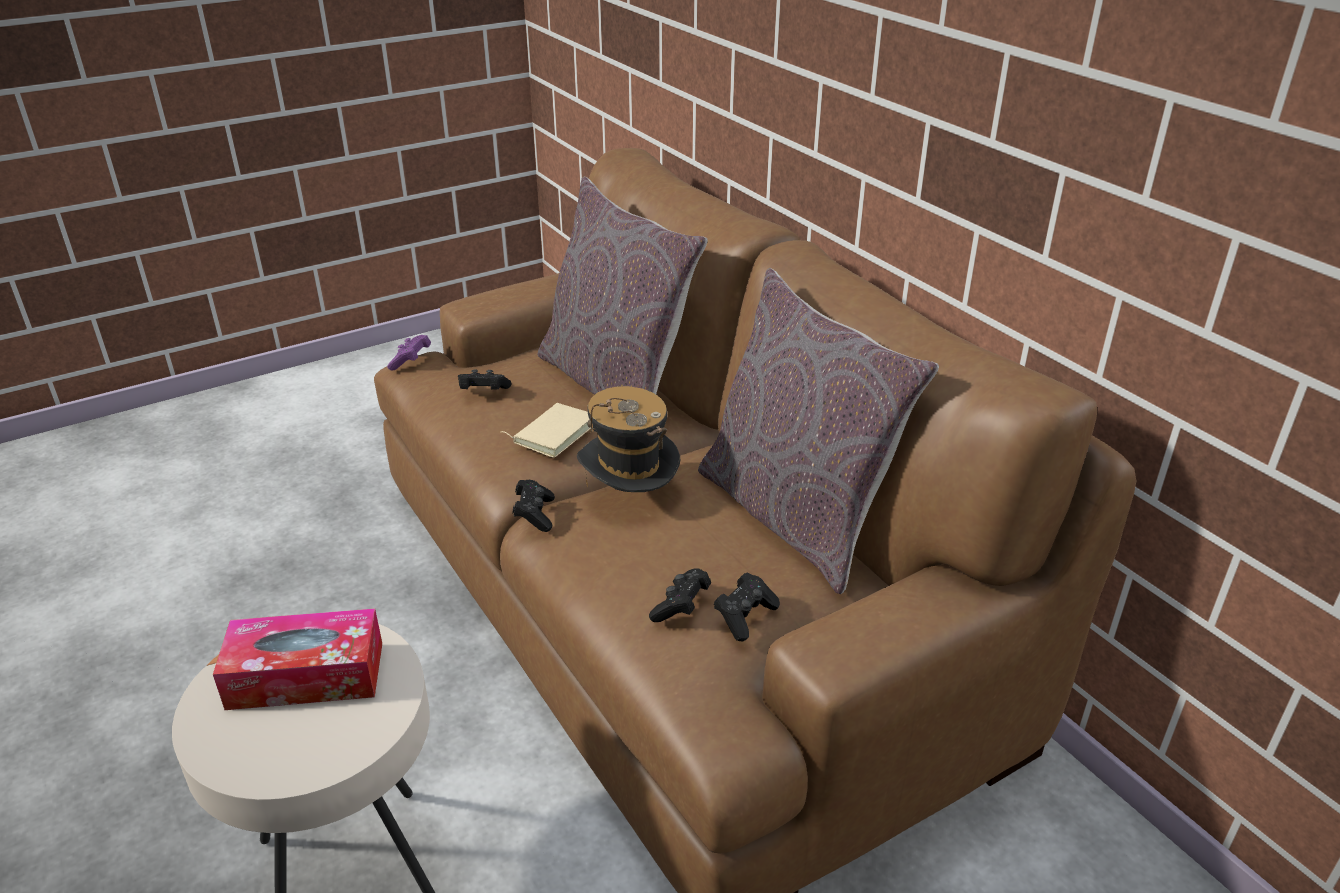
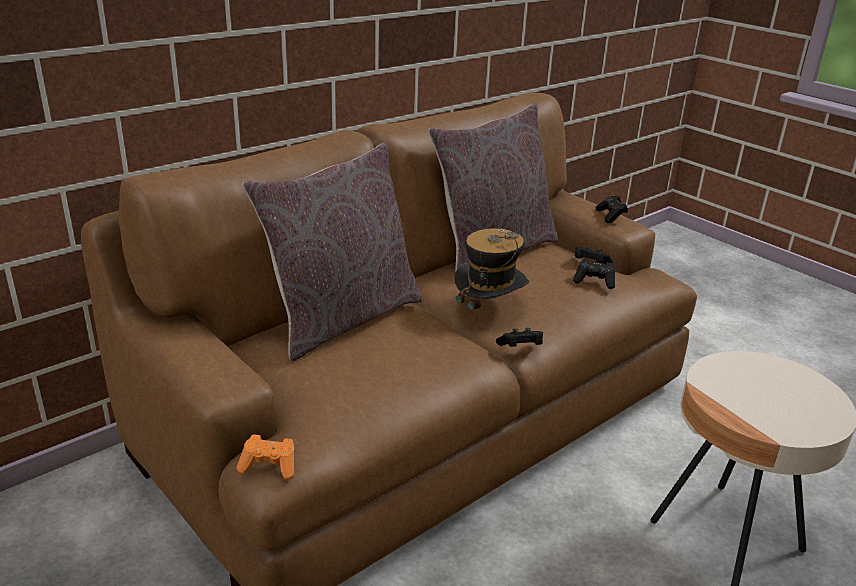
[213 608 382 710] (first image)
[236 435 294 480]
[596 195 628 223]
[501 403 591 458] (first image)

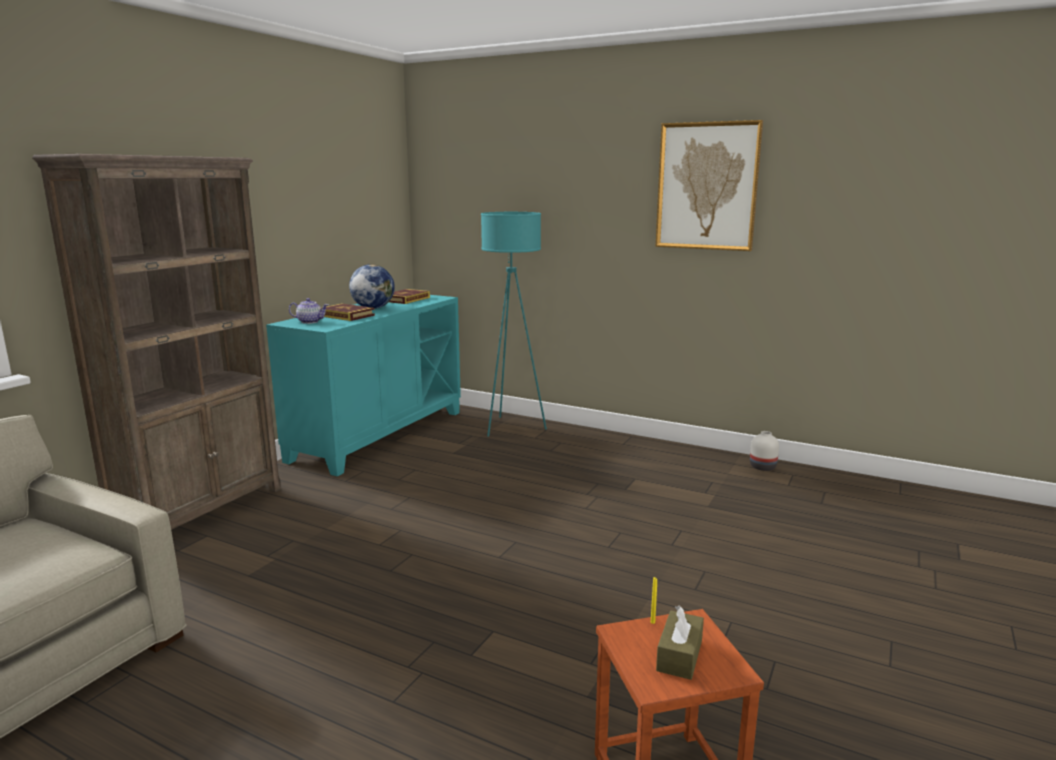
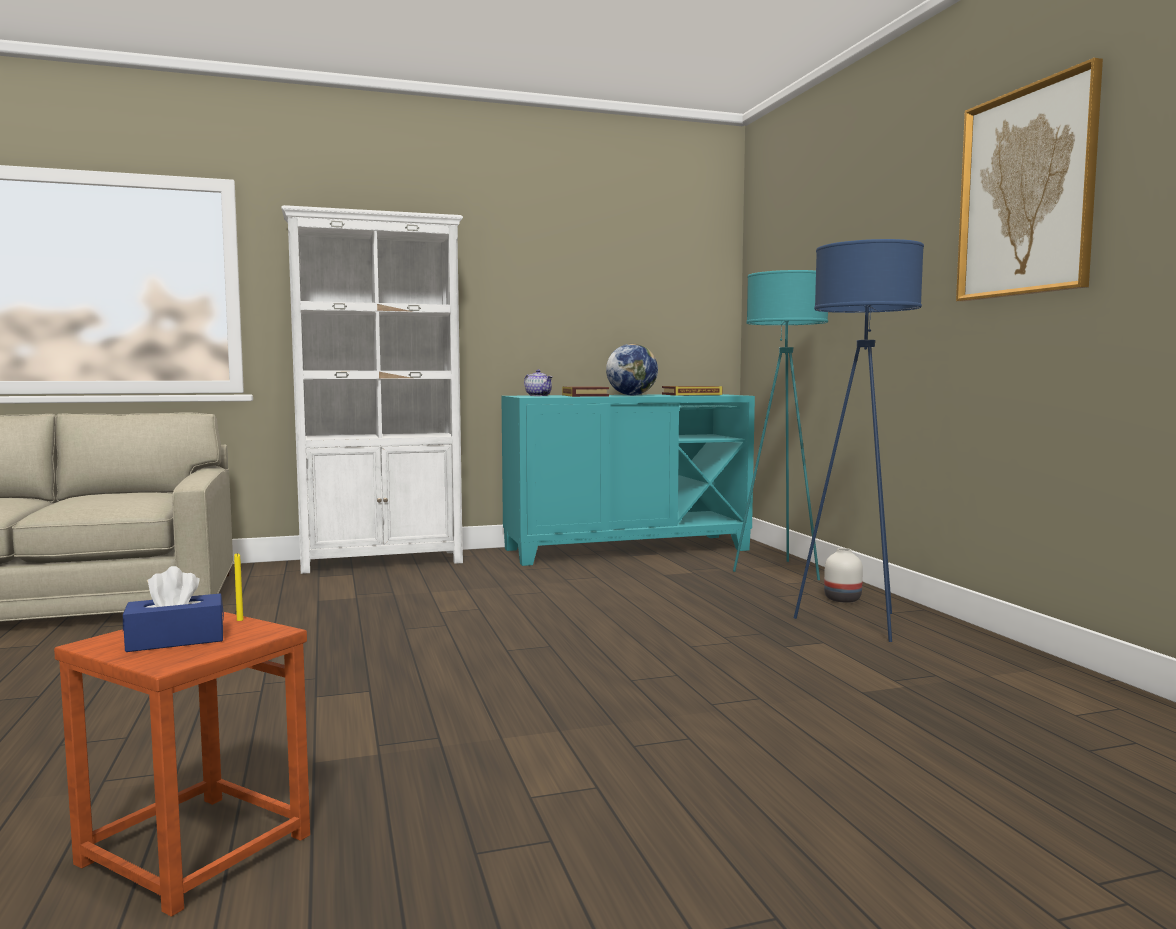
[281 205 463 574]
[123 566 224 652]
[824 548 863 603]
[794 239 924 642]

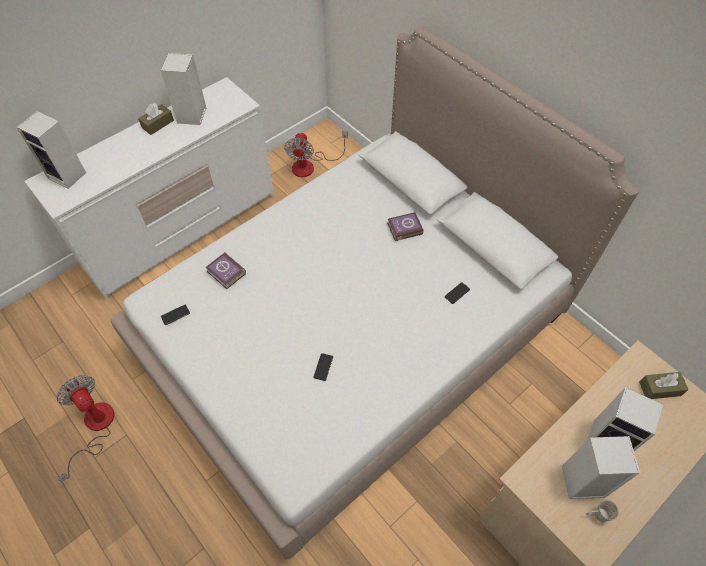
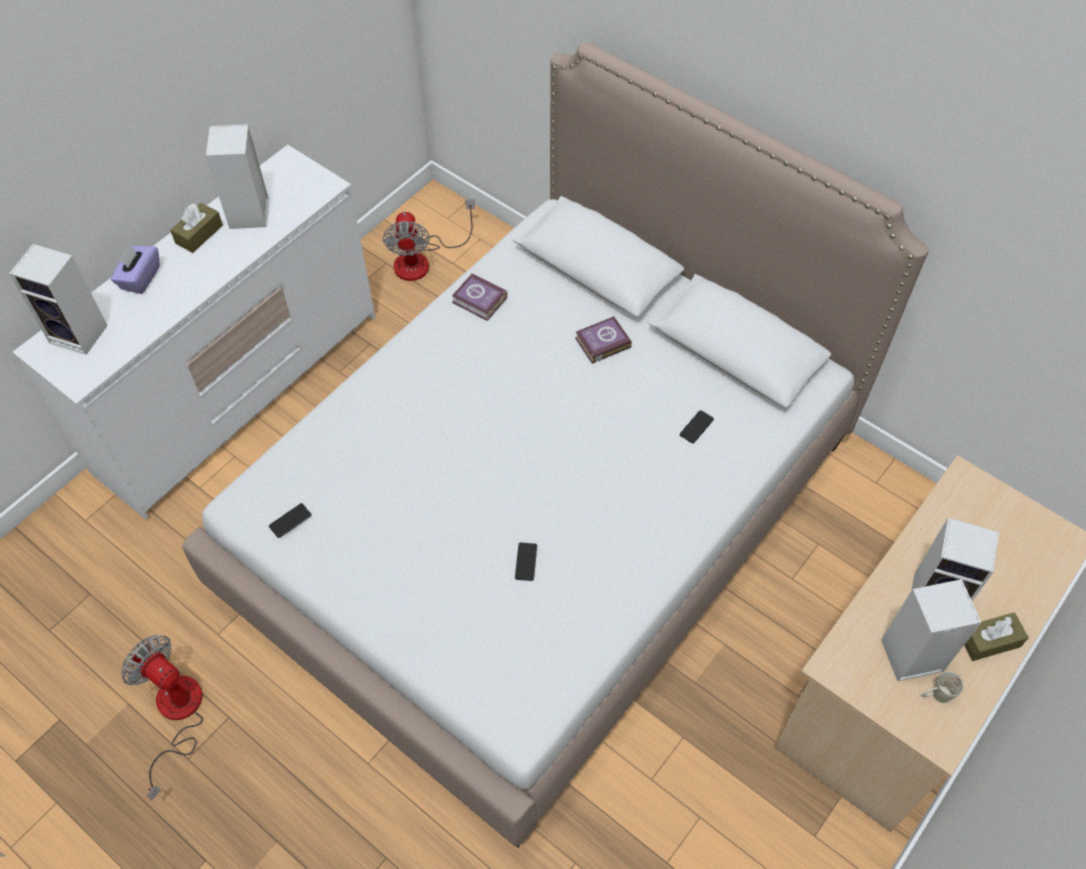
[452 273 507 321]
[964 613 1029 661]
[111 245 160 294]

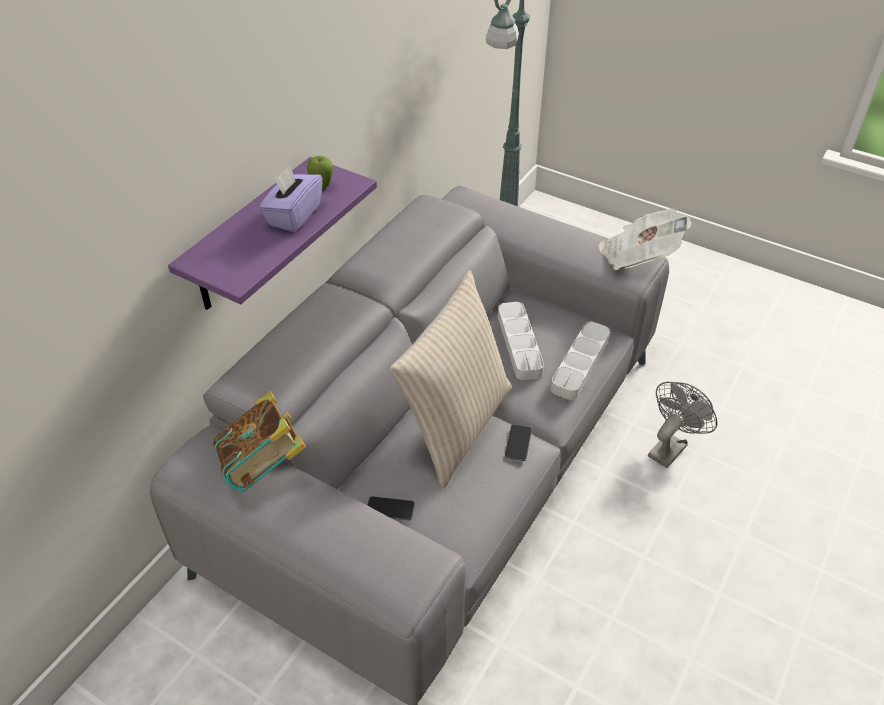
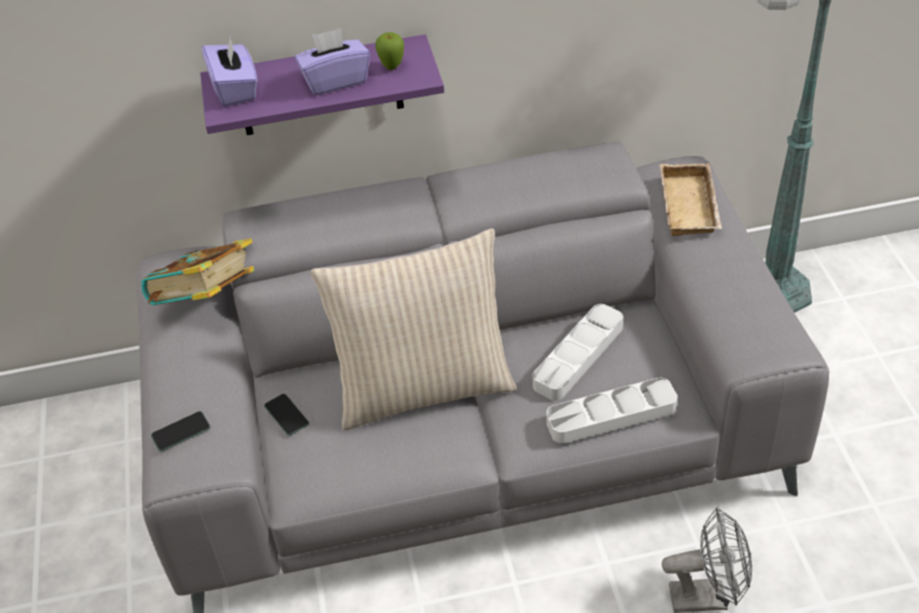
[151 411 210 452]
[598 209 692 270] (first image)
[202 39 257 107]
[660 163 722 236]

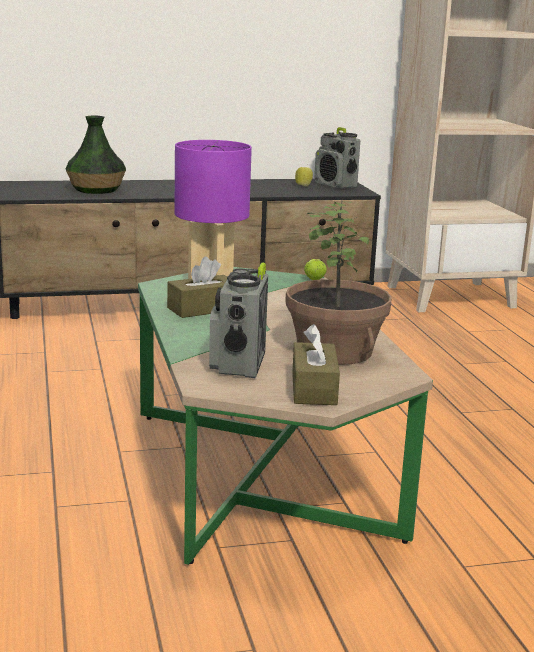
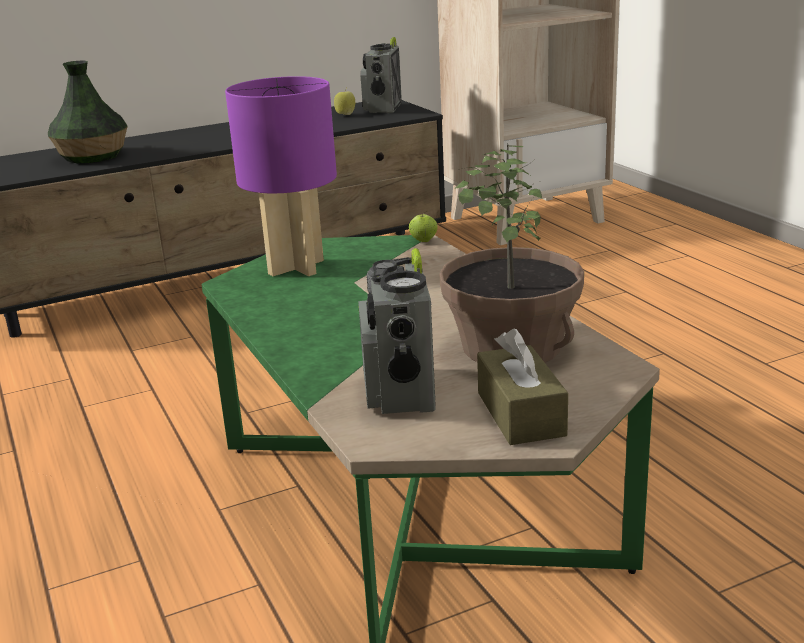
[167 257 227 318] (first image)
[361 37 402 113]

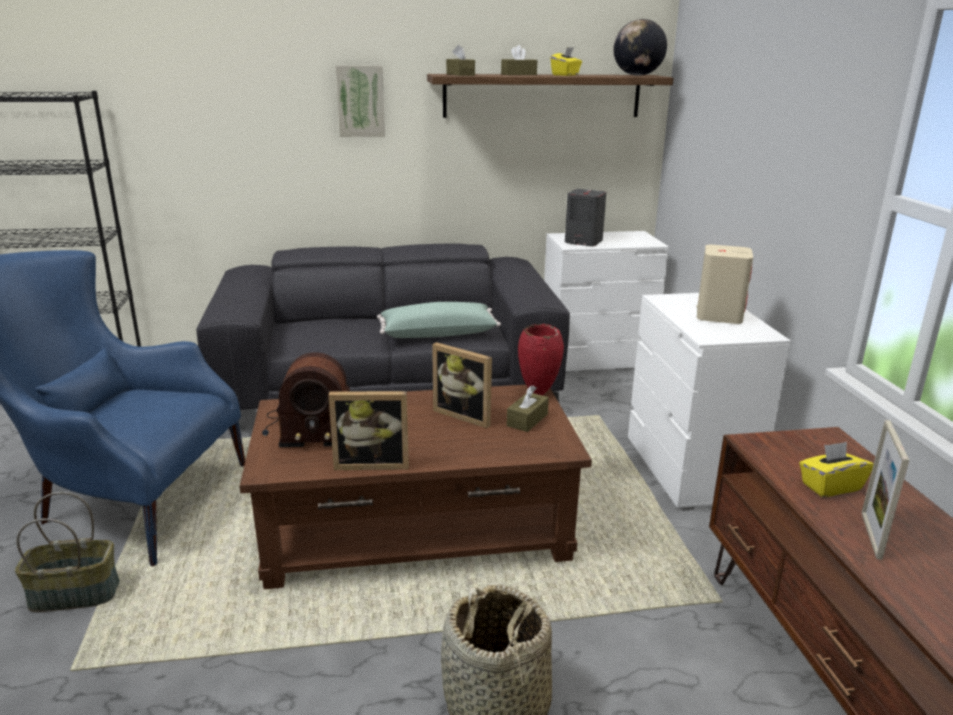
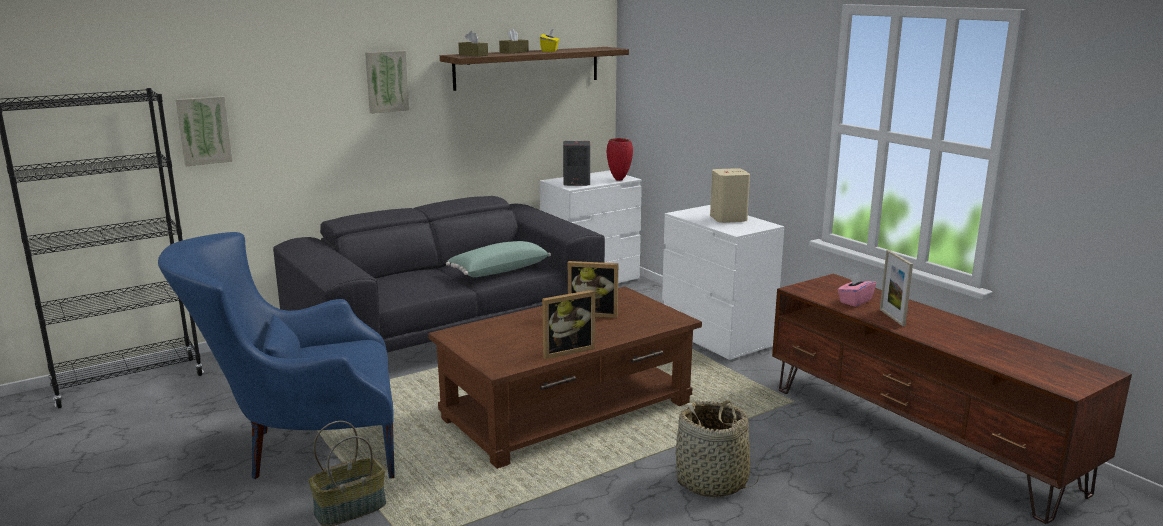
[262 352 350 447] (first image)
[506 385 549 432] (first image)
[607 138 633 181]
[613 19 667 76] (first image)
[838 273 876 307]
[176 96 232 166]

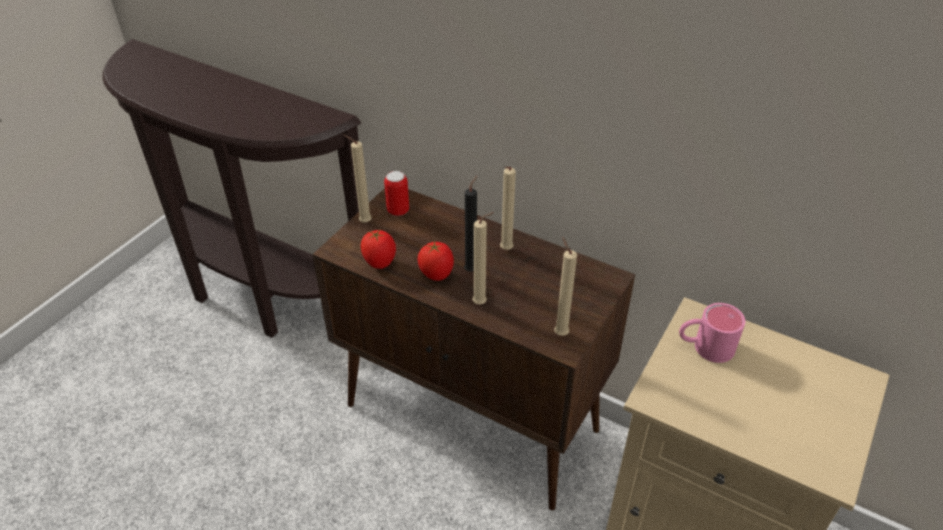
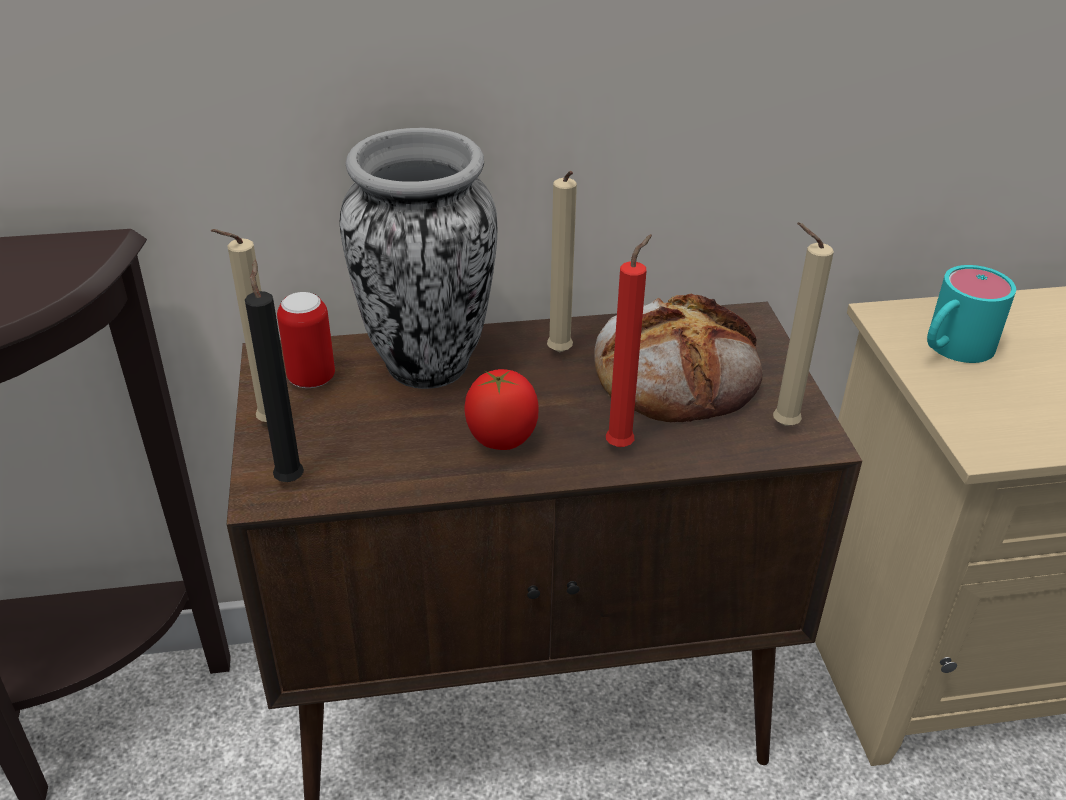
[361 230 396 269] (first image)
[245 260 304 482]
[606 234 652 447]
[927 265 1016 363]
[340 128 497 389]
[594 293 762 422]

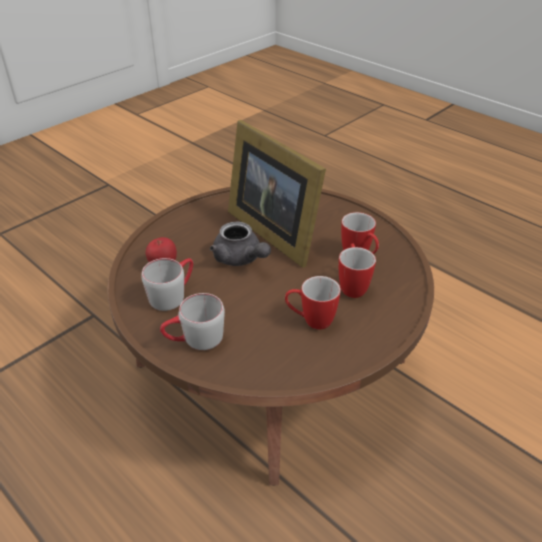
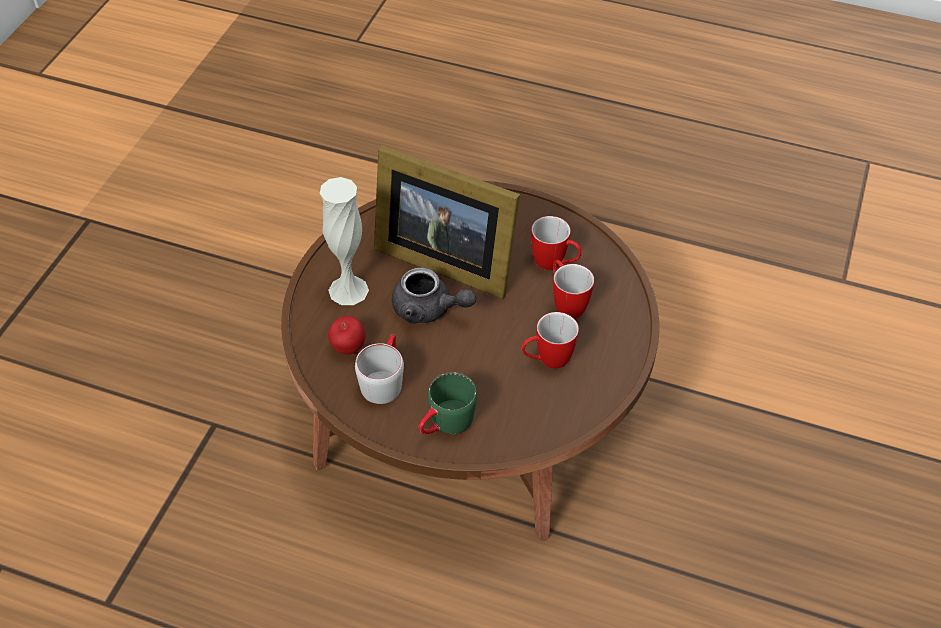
[419 372 477 434]
[320 177 369 305]

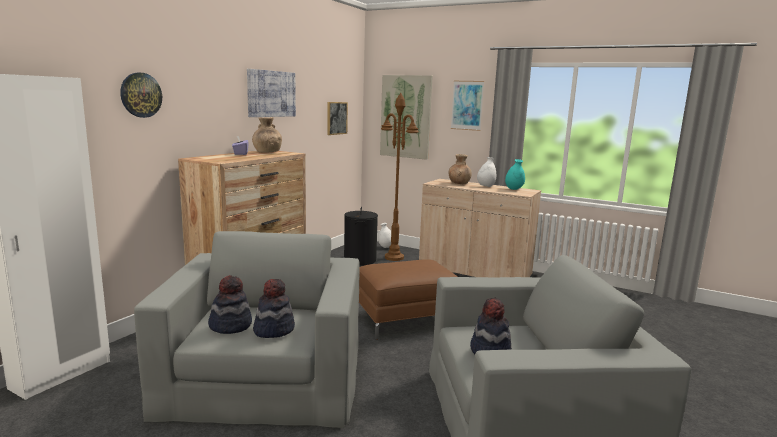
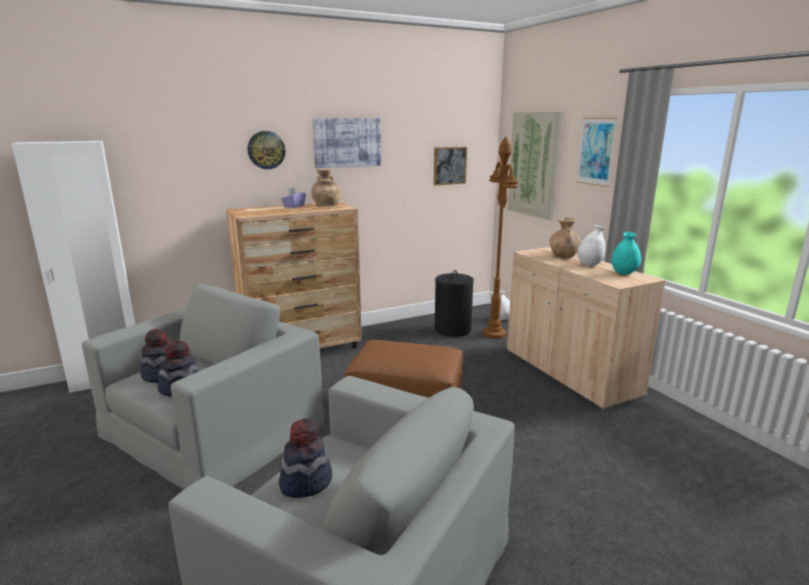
[247 131 285 169]

